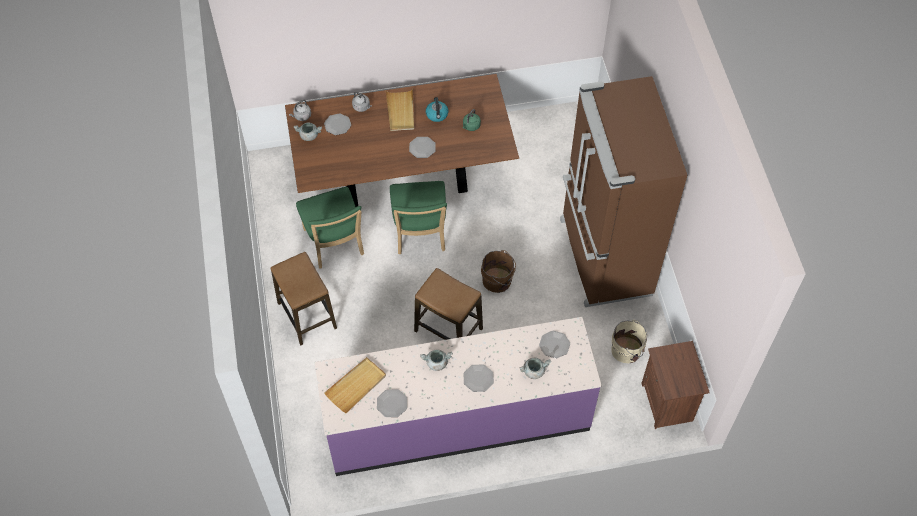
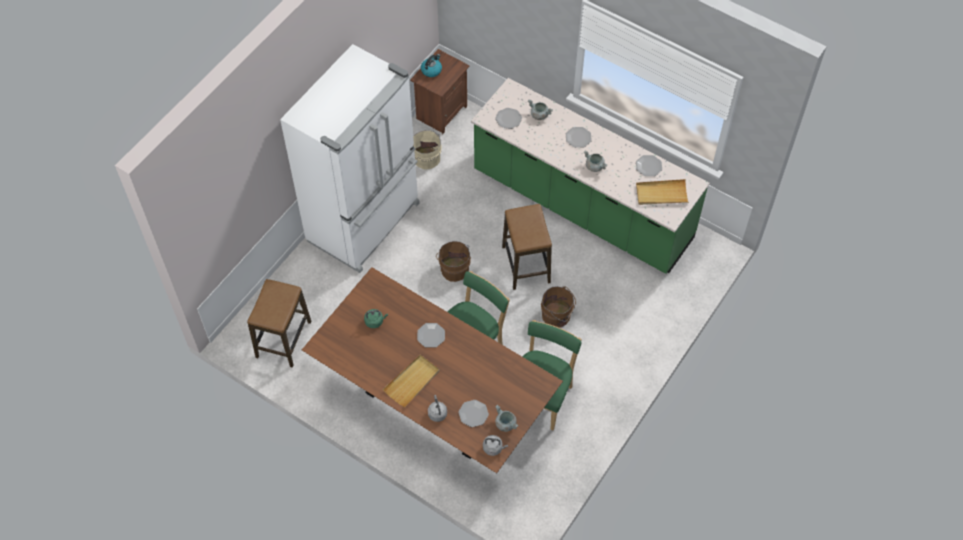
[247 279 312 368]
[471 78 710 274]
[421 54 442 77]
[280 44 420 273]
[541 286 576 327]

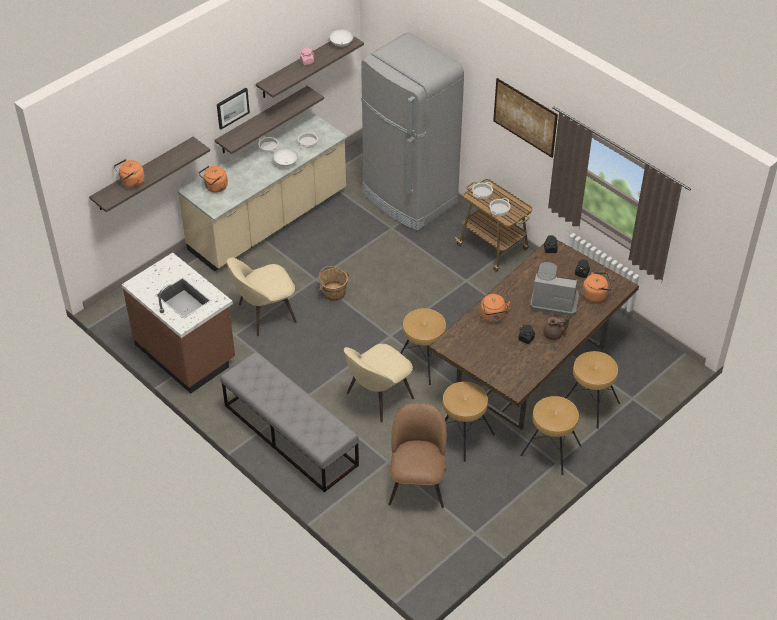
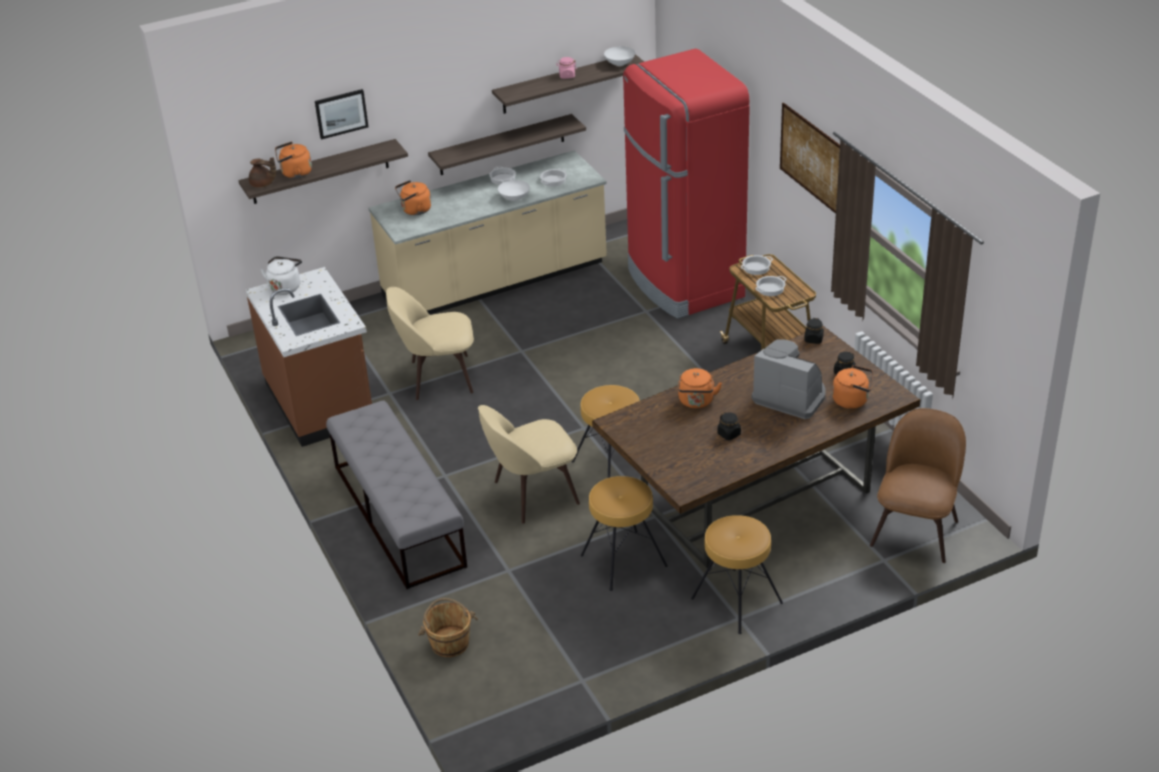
[315 89 368 139]
[418 598 478 657]
[623 49 750 319]
[870 408 966 563]
[249 157 276 188]
[566 351 620 429] (first image)
[260 256 302 295]

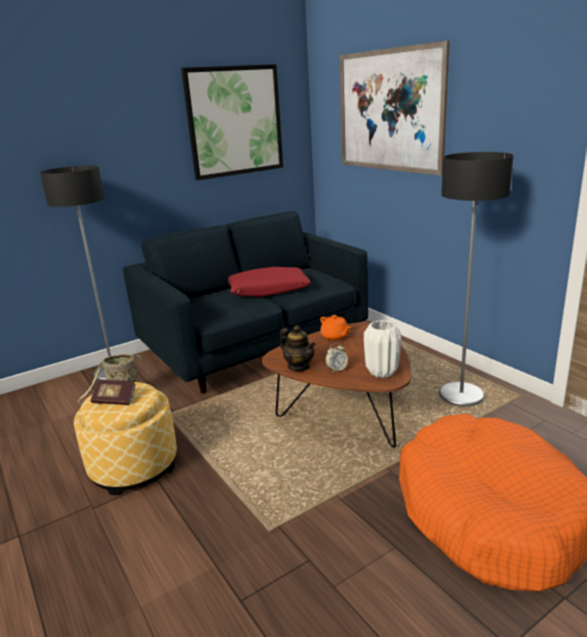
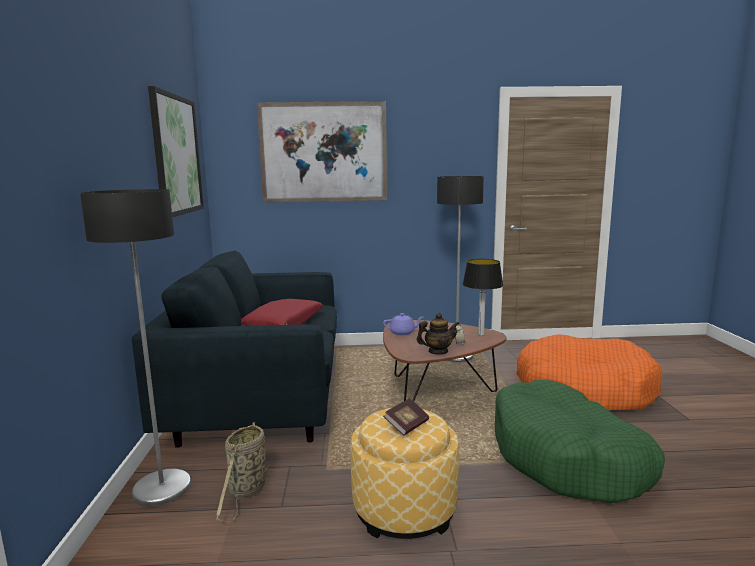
[383 313 423 335]
[463 259 503 336]
[495 380 665 503]

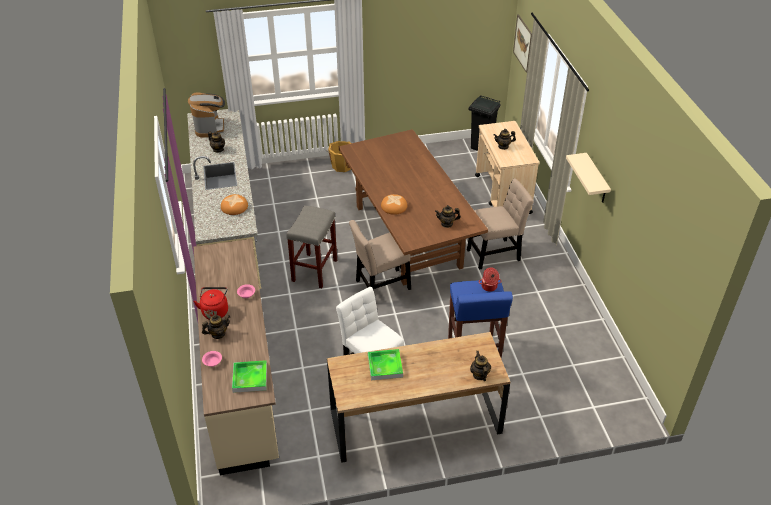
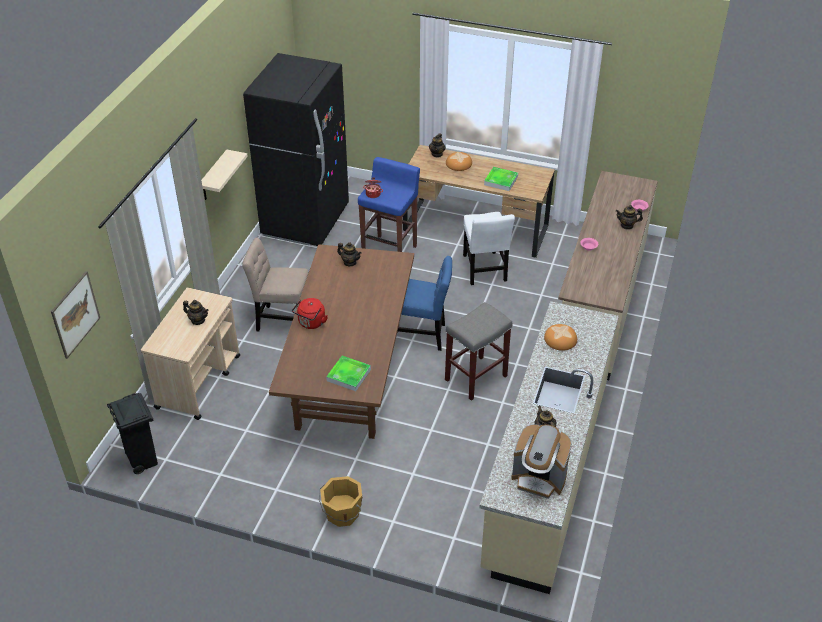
[511 424 572 499]
[292 298 328 329]
[326 356 371 391]
[398 256 452 351]
[446 152 472 171]
[243 53 349 246]

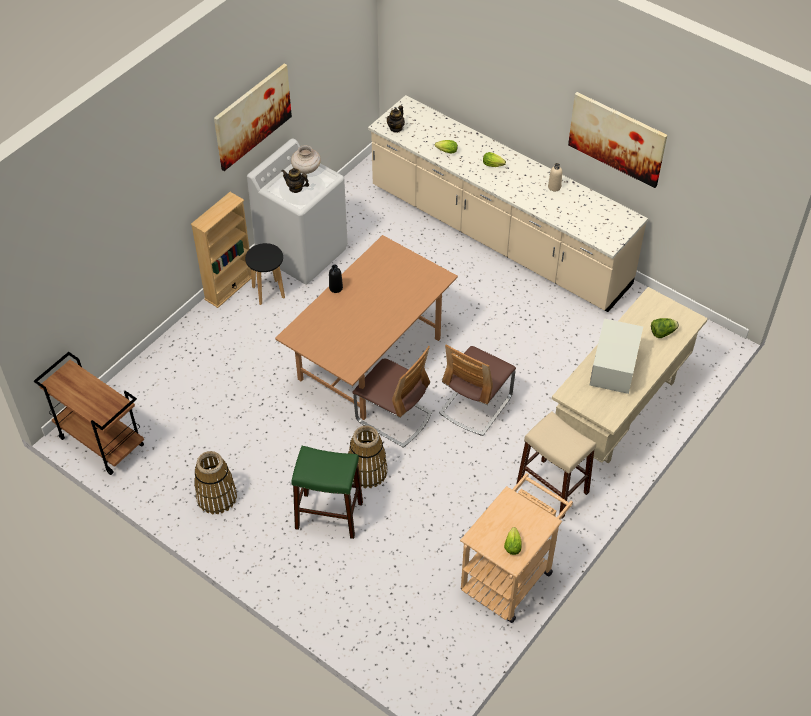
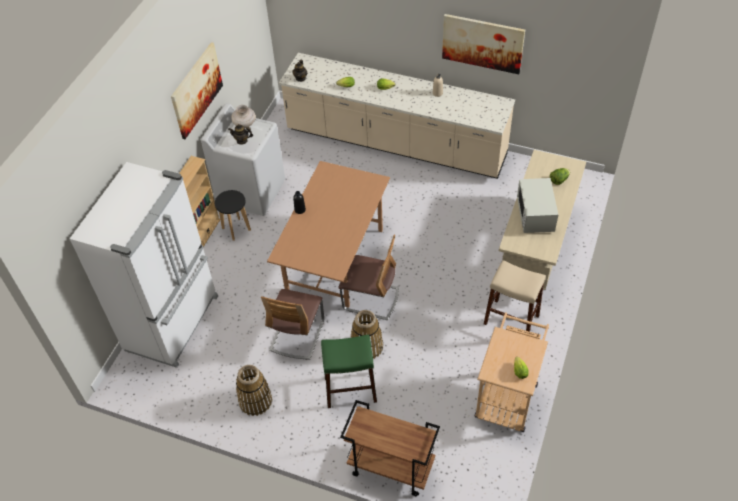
[340 400 440 496]
[261 289 324 360]
[70 162 218 368]

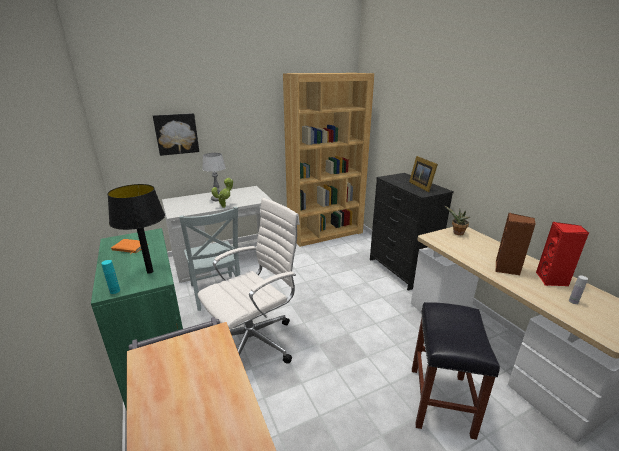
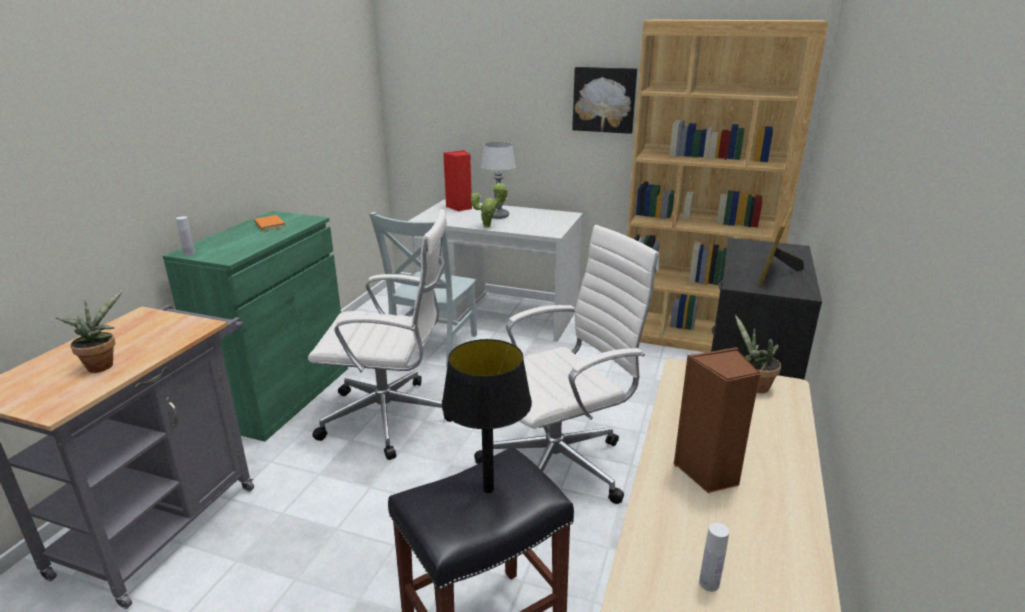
[176 216 195 255]
[442 339 532 493]
[572 67 637 134]
[443 150 472 211]
[56 290 123 373]
[474 225 660 504]

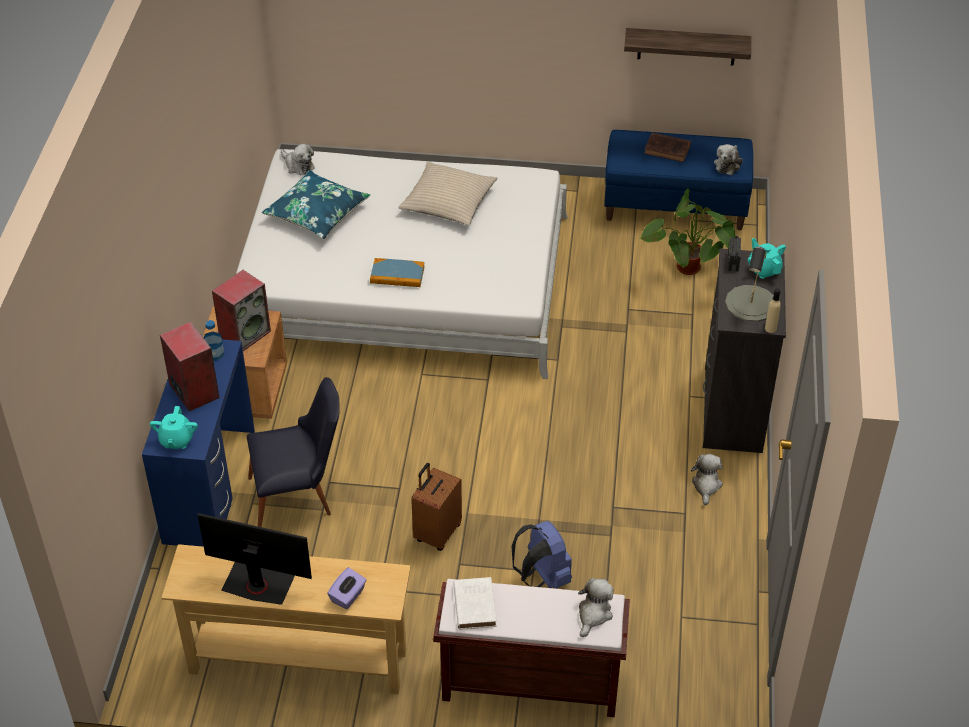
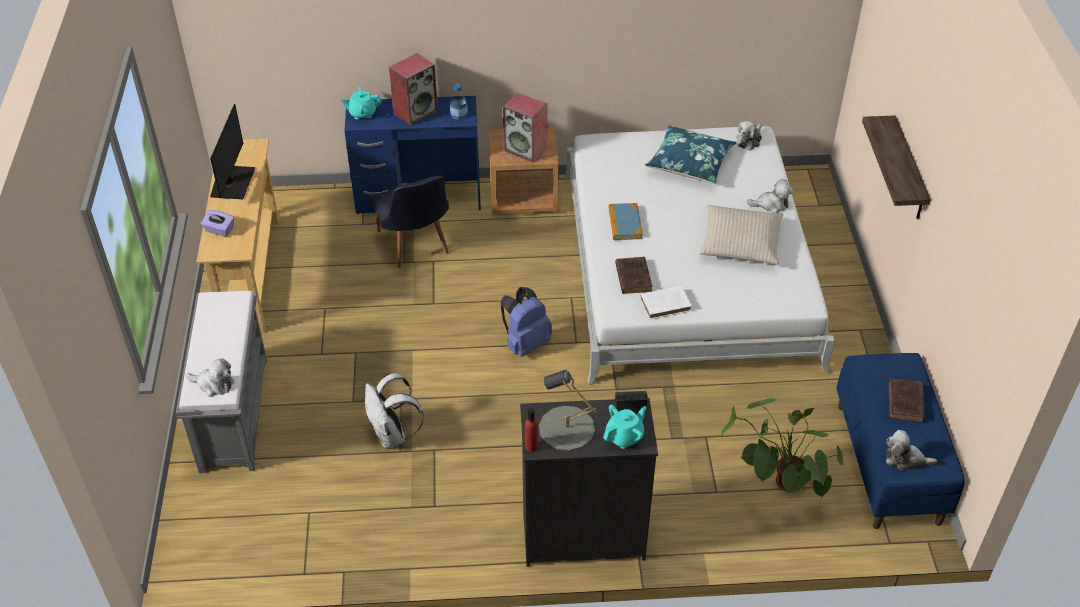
[411 463 462 551] (first image)
[176 291 267 473]
[640 286 692 319]
[501 287 552 357]
[862 115 931 219]
[747 179 793 213]
[525 408 538 452]
[365 373 424 448]
[615 257 652 294]

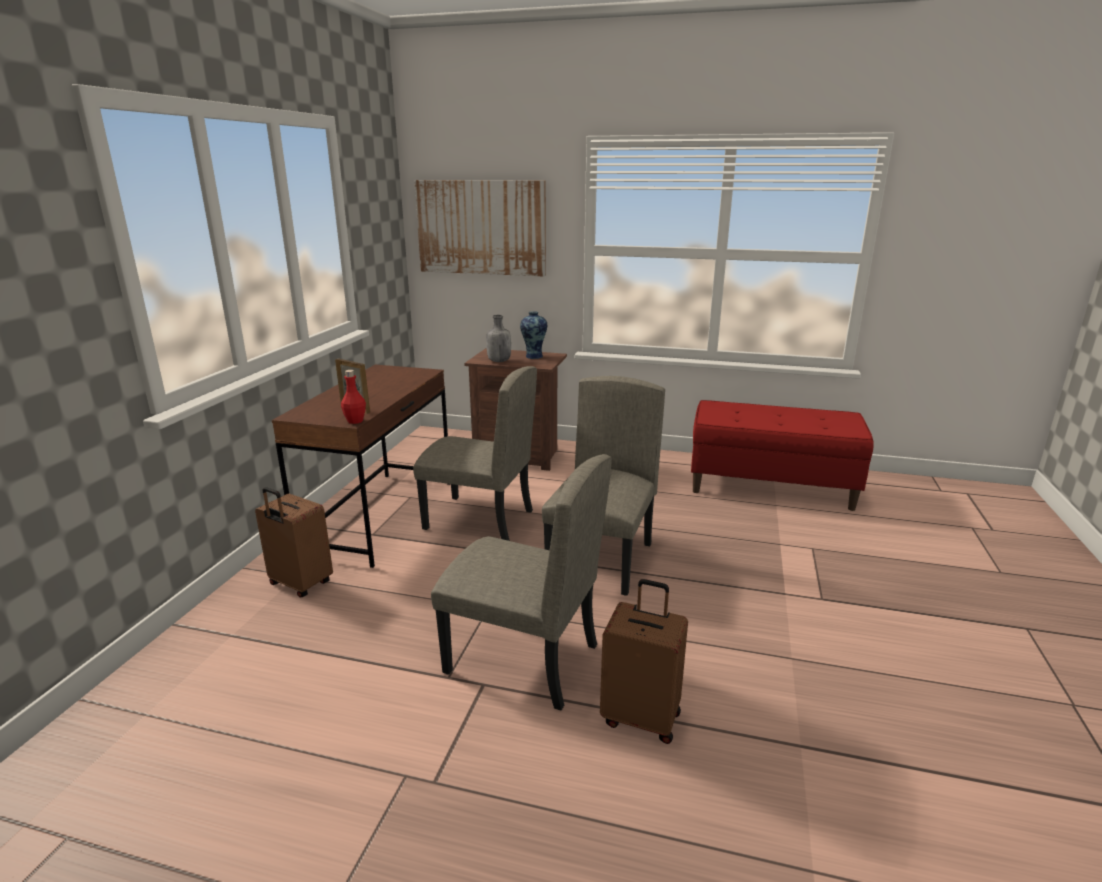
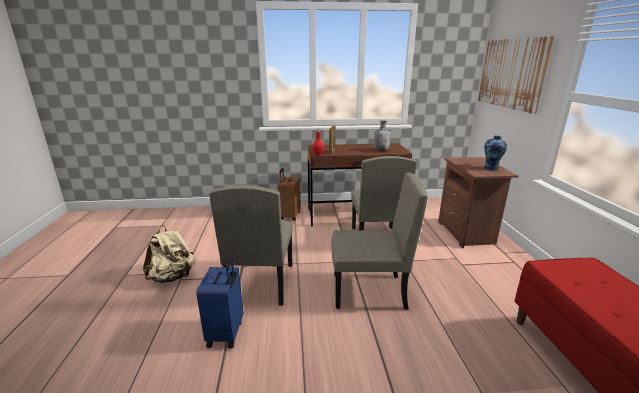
[374 120 390 151]
[196 257 243 348]
[143 225 195 283]

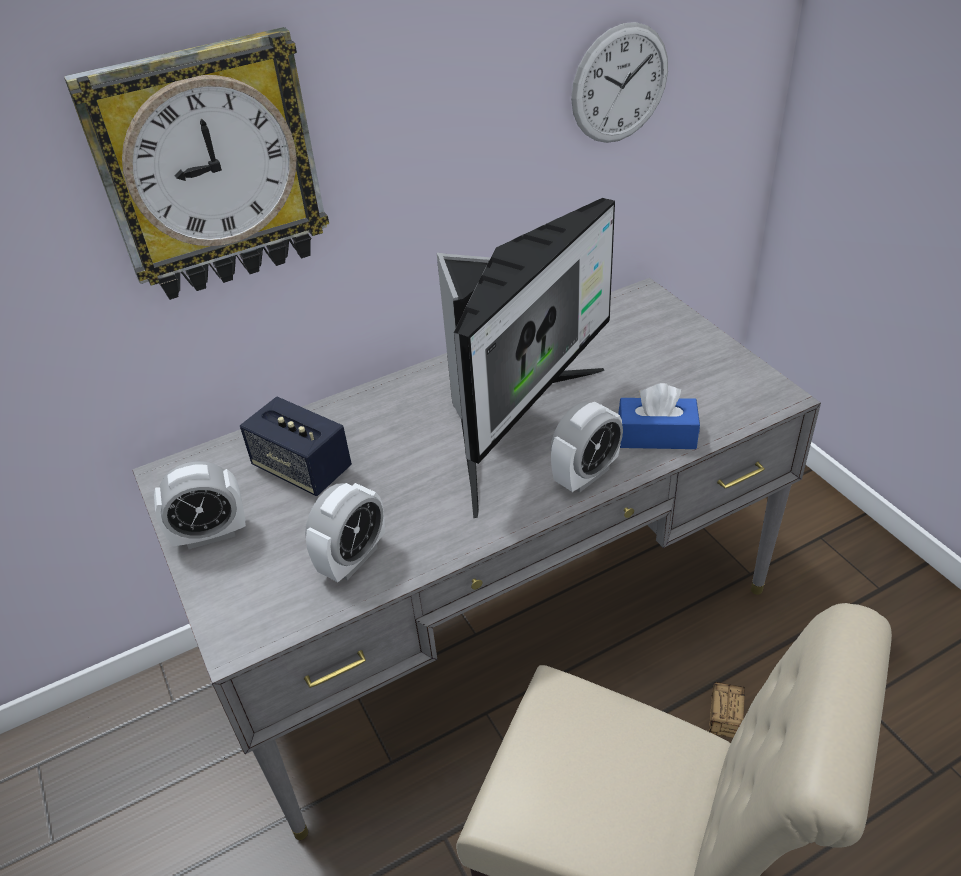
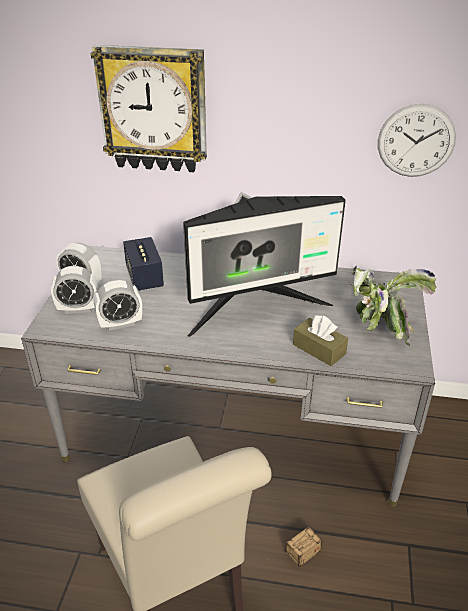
[51 266 98 314]
[293 315 348 366]
[349 266 437 346]

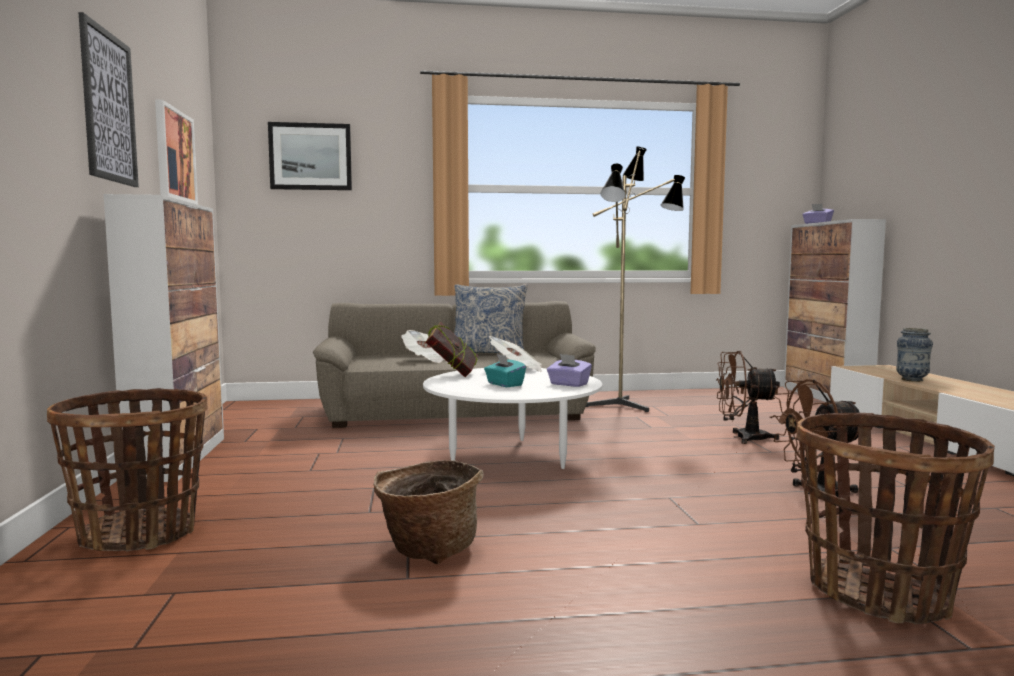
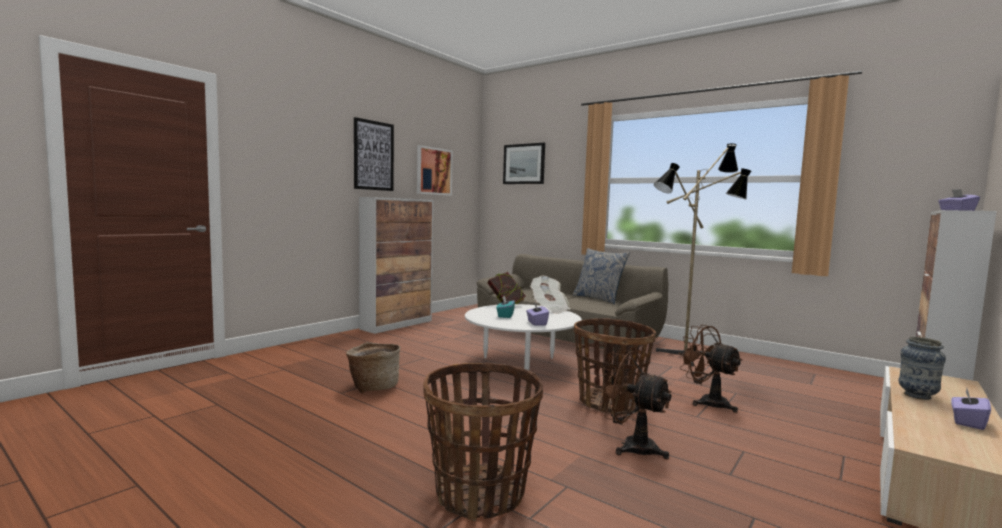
[574 318 656 415]
[951 389 991 430]

